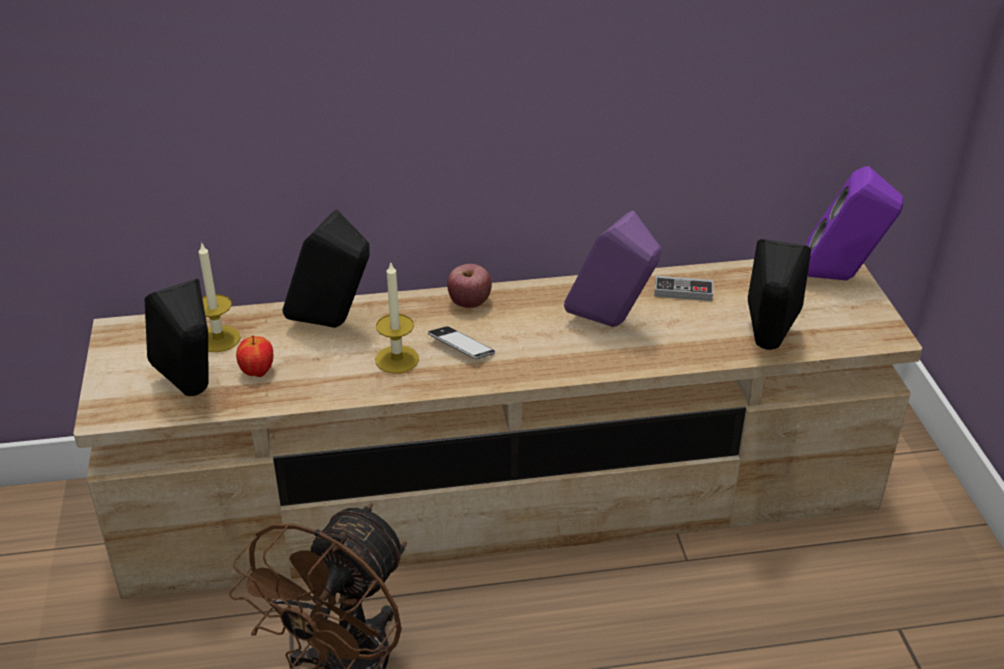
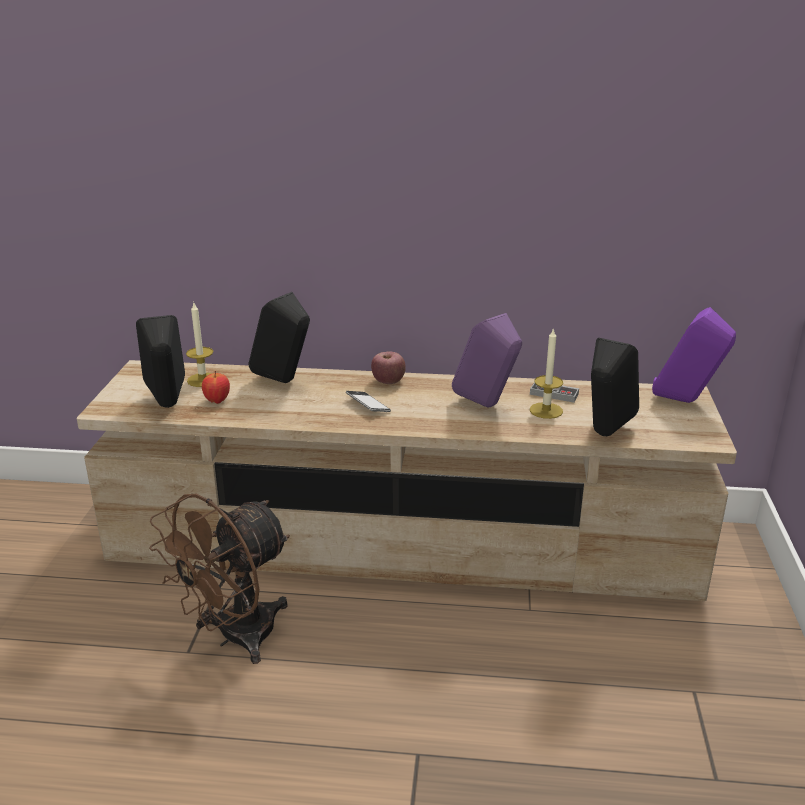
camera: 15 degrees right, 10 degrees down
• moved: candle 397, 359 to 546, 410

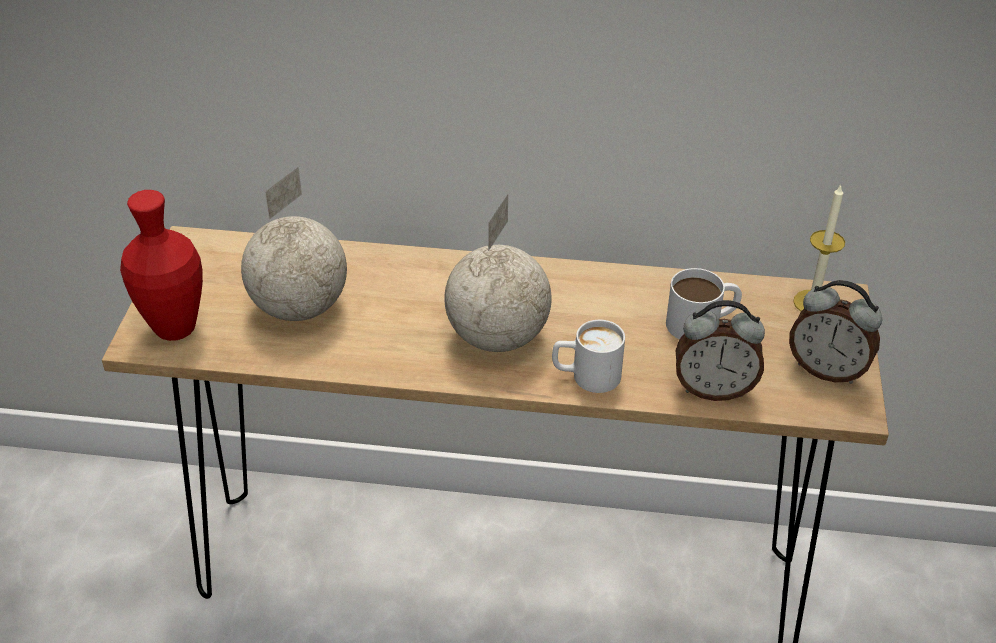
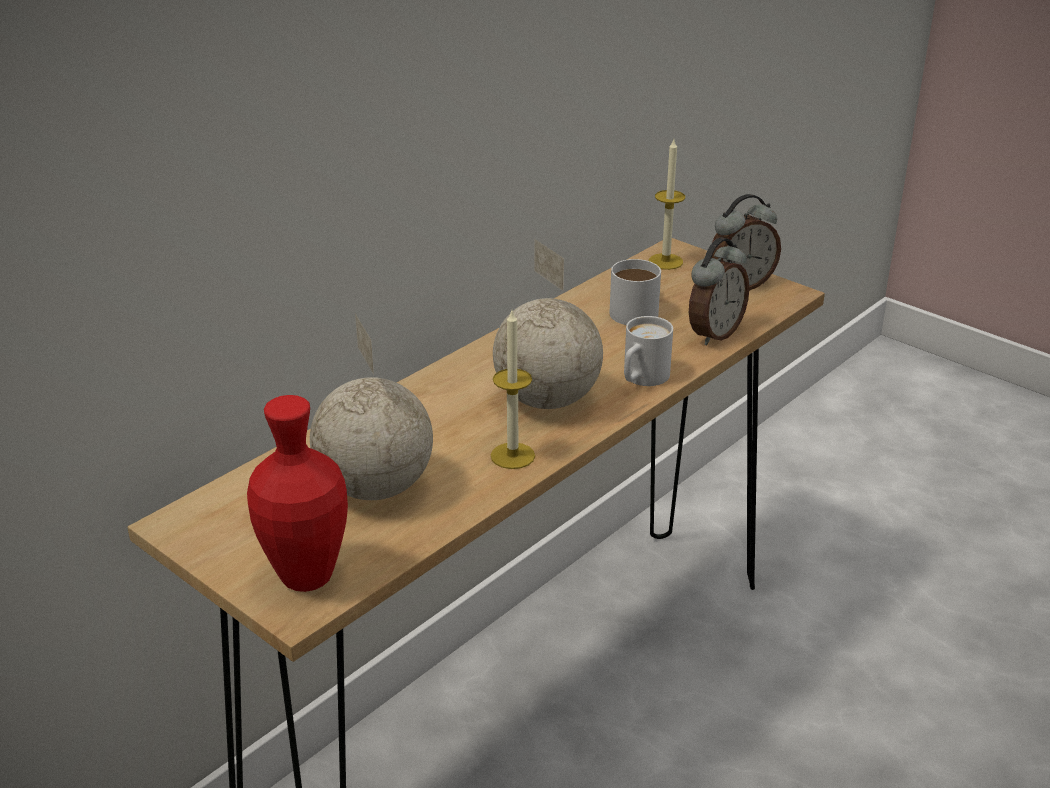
camera: 55 degrees left, 10 degrees down
• added: candle 512, 456

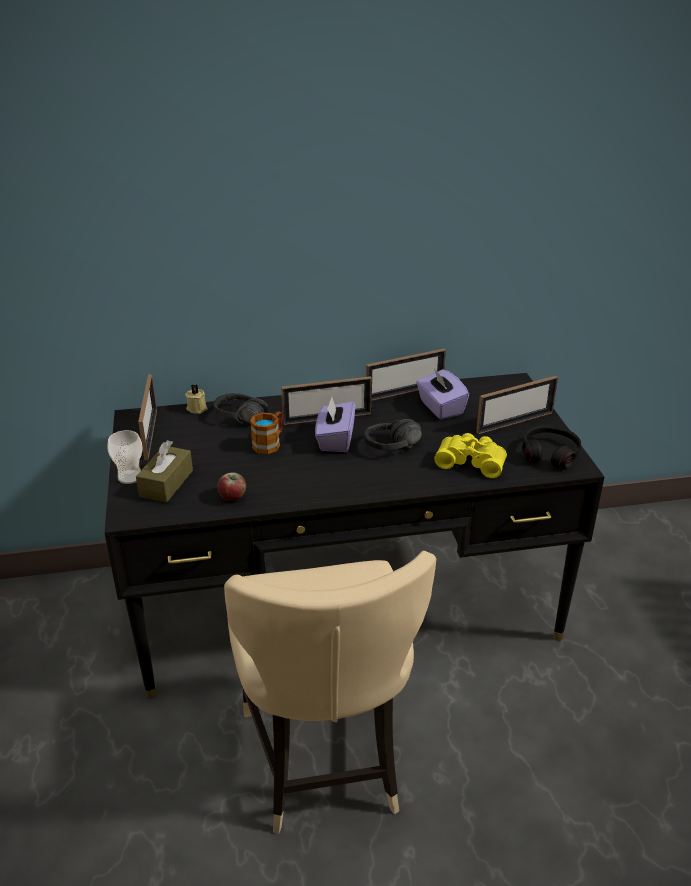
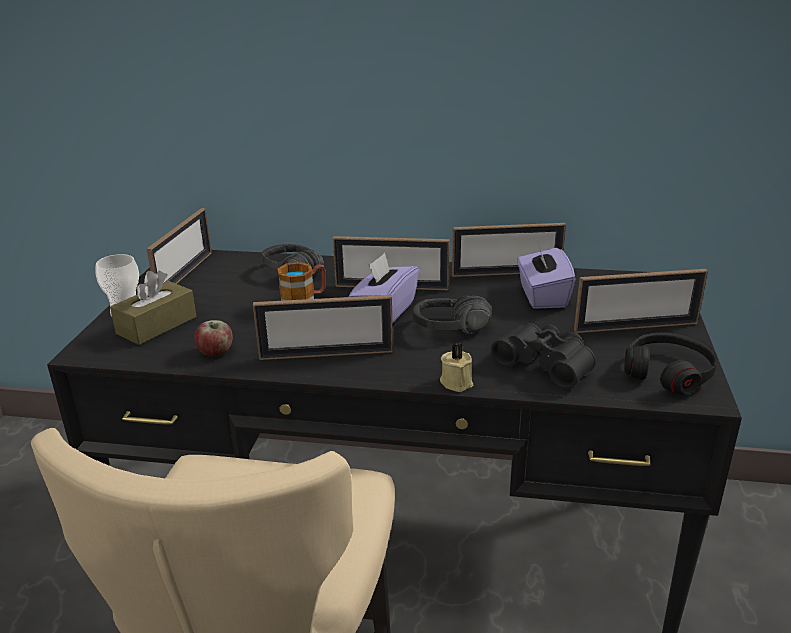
camera: 20 degrees right, 5 degrees down
• added: picture frame 326, 354
• moved: candle/beige 197, 408 to 457, 382
• recoloured: binoculars/yellow 471, 461 to binoculars/black 546, 364

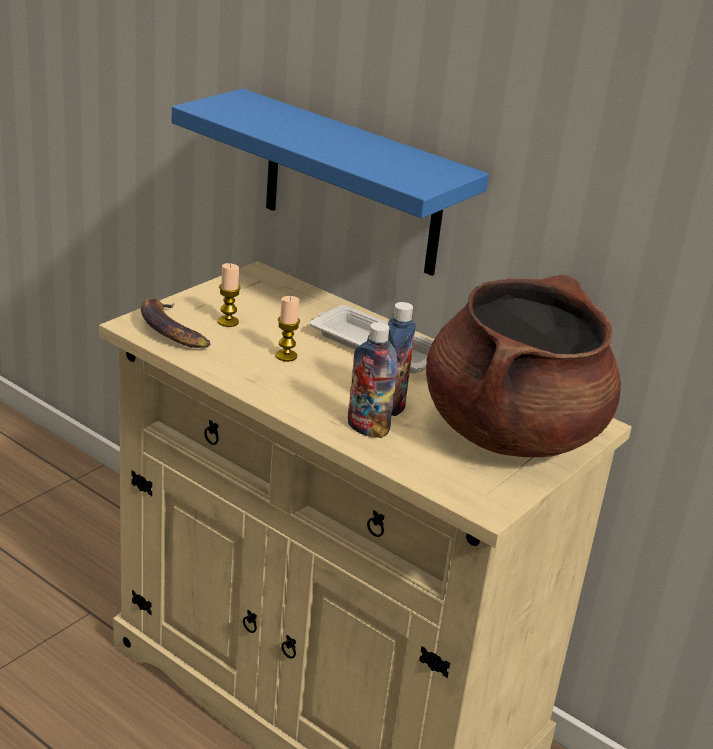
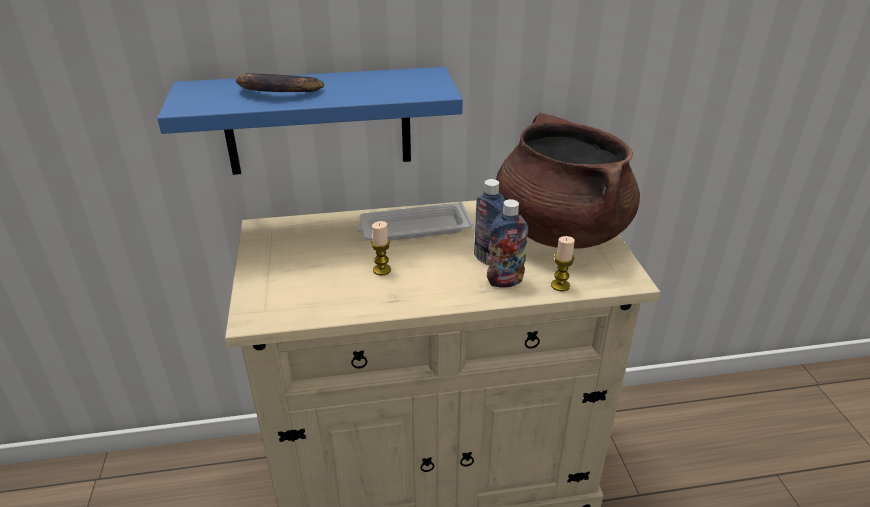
camera: 45 degrees left, 5 degrees up
• moved: banana 171, 331 to 277, 92
• moved: candle 228, 322 to 560, 285

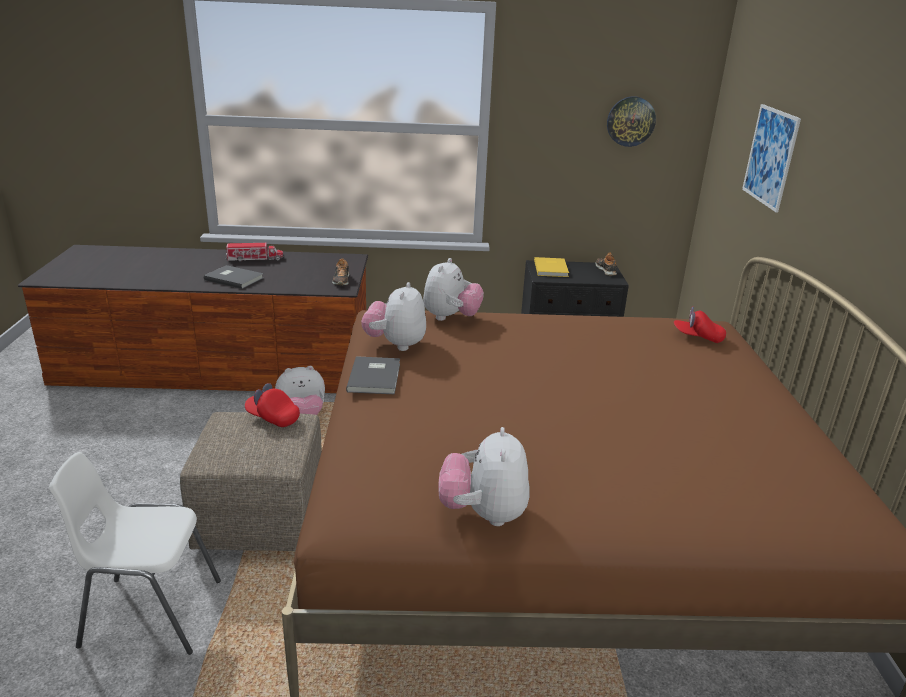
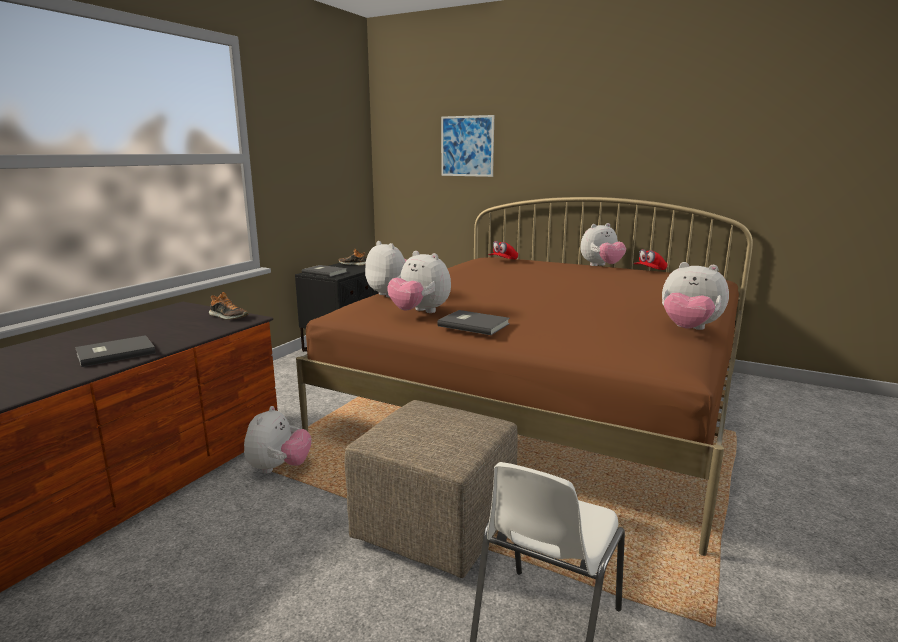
camera: 60 degrees left, 10 degrees down
• recoloured: book/yellow 552, 268 to book/grey 325, 272
• added: plush toy 601, 266
• moved: cap/red 273, 418 to 649, 271
• removed: toy truck 255, 259
• removed: wall clock 630, 121

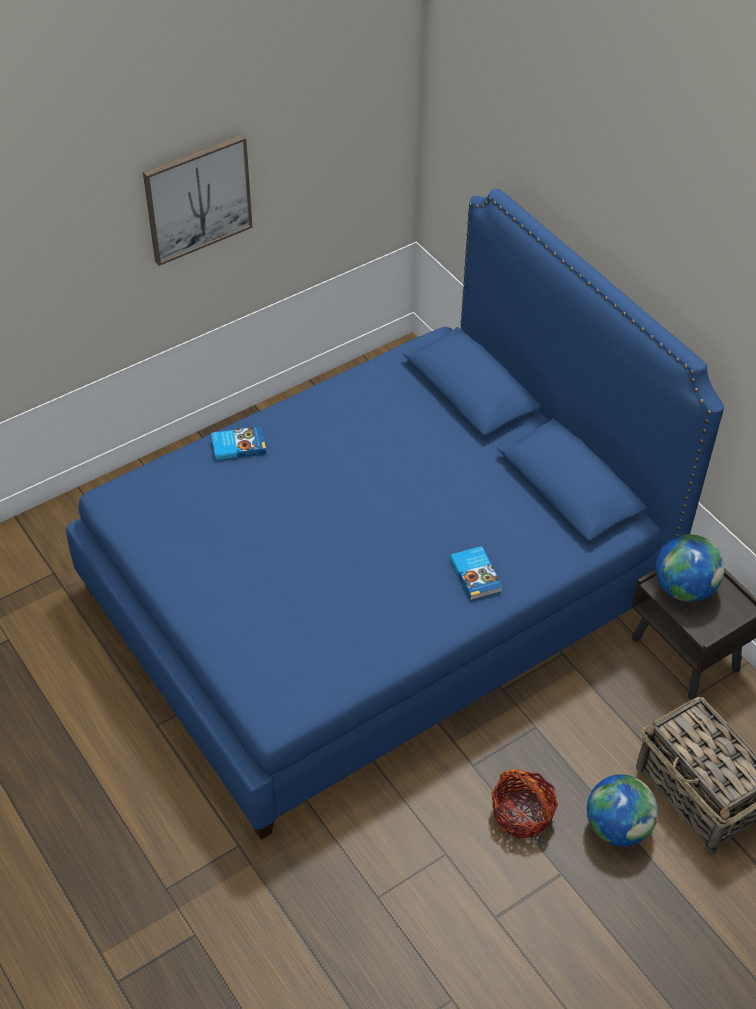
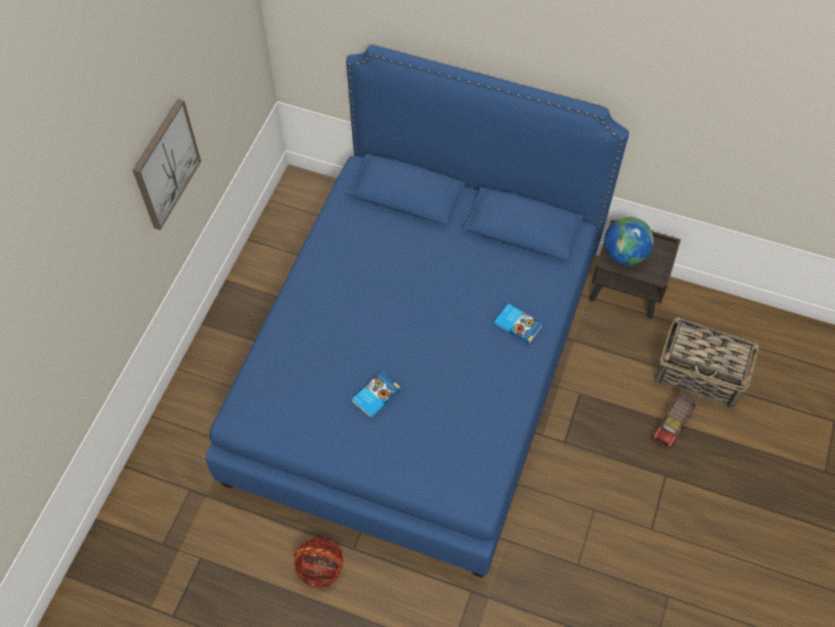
camera: 35 degrees left, 10 degrees up
• moved: basket 522, 814 to 320, 567
• moved: book 238, 445 to 375, 395
• replaced: globe 617, 827 to toy truck 672, 426

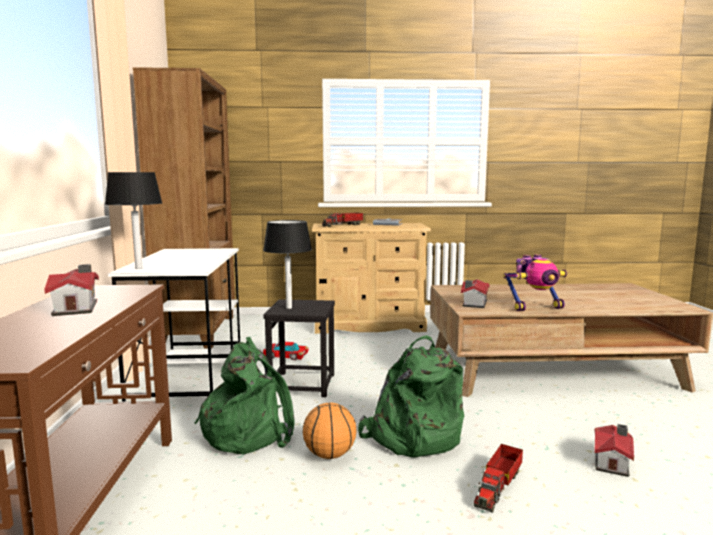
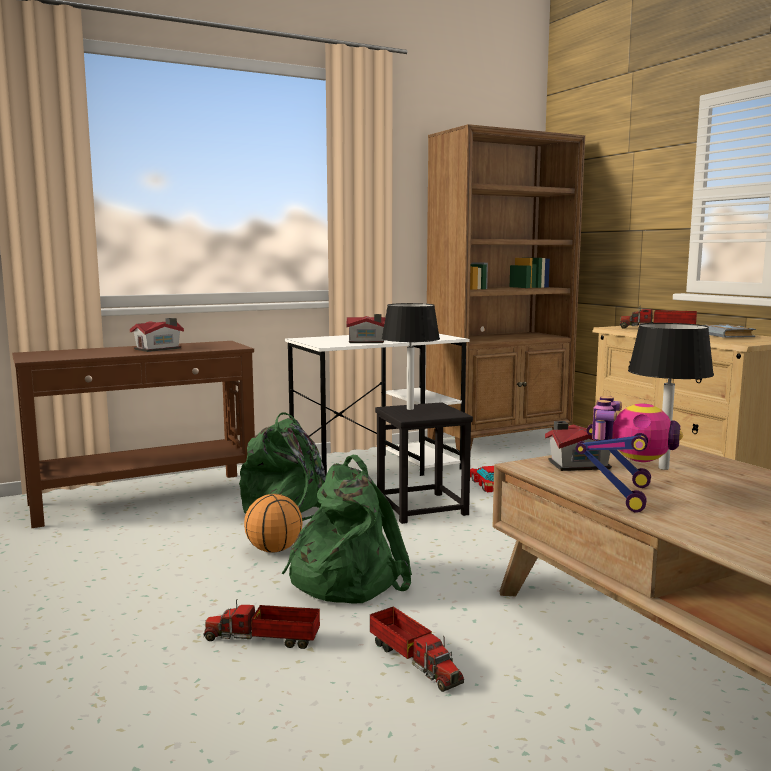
camera: 65 degrees right, 0 degrees up
• moved: toy house 612, 462 to 367, 341
• added: toy truck 413, 660
• turned: toy robot 535, 307 = 624, 496 120 degrees counterclockwise
• moved: table lamp/black 138, 268 to 663, 468

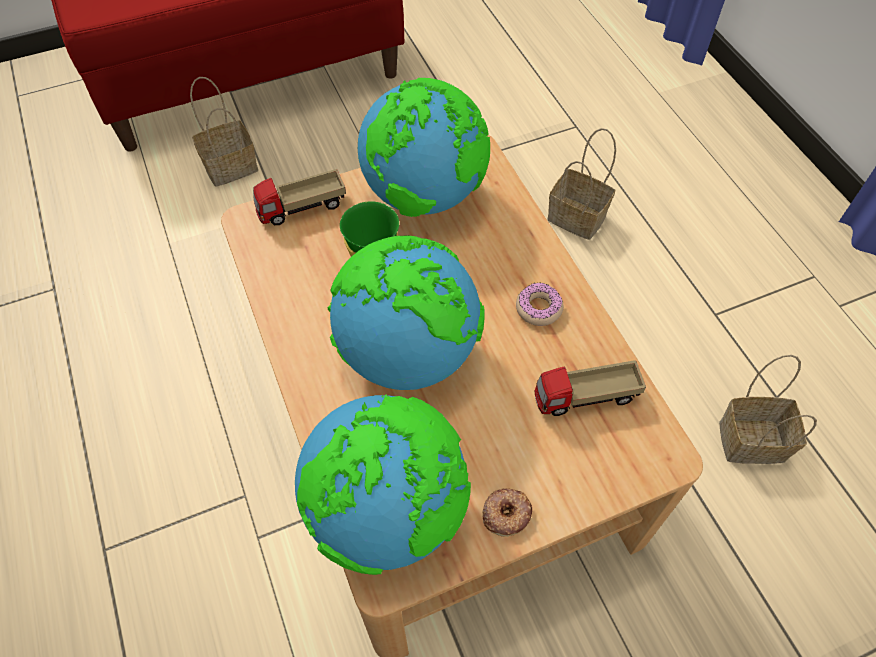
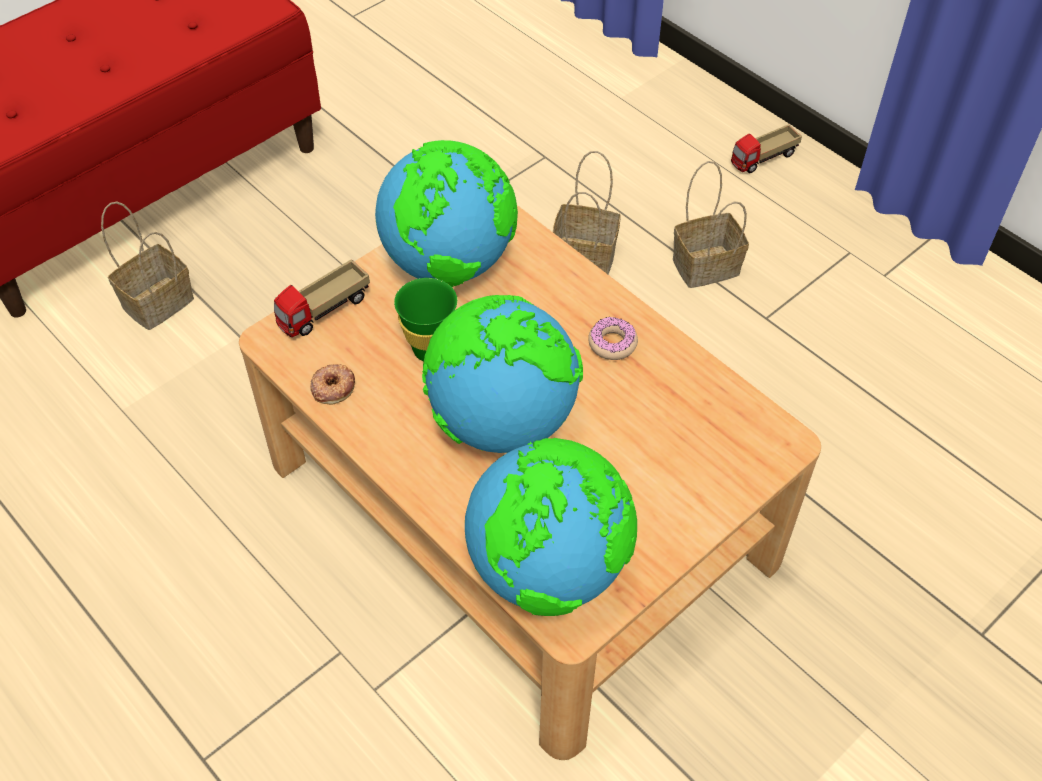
camera: 20 degrees left, 5 degrees down
• moved: donut 506, 513 to 332, 387
• moved: basket 753, 440 to 707, 265
• moved: toy truck 585, 398 to 763, 159

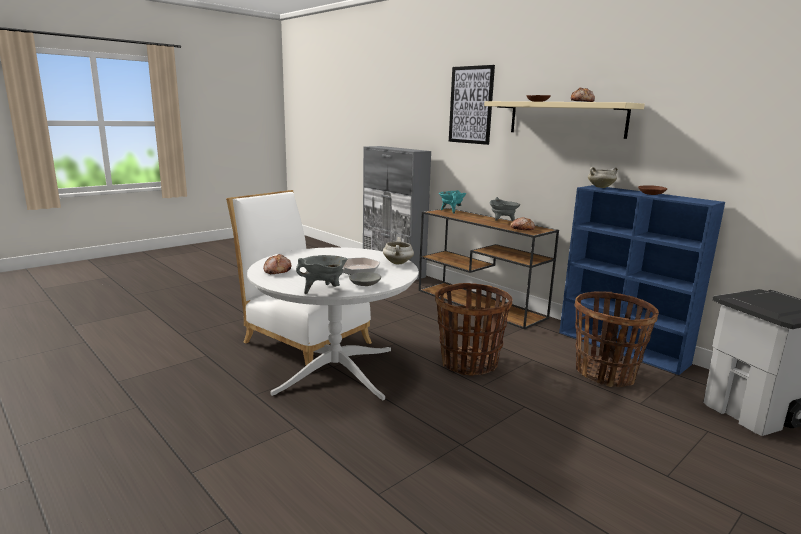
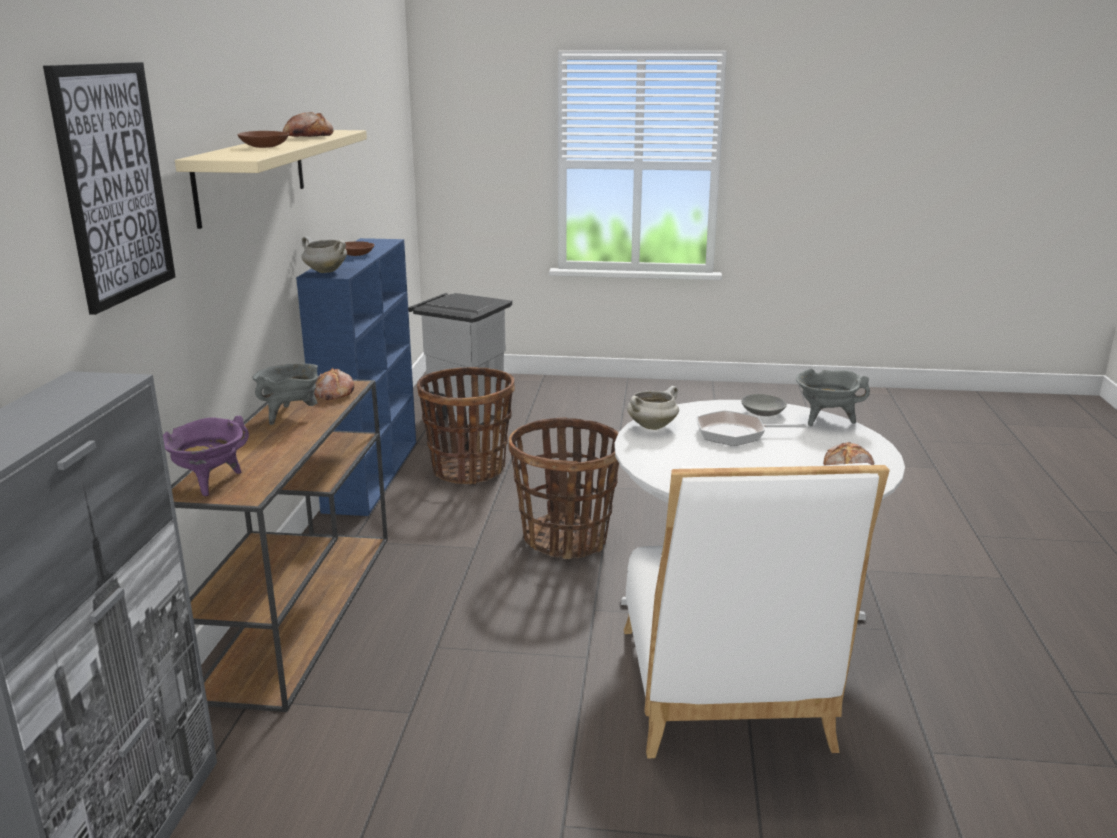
camera: 130 degrees left, 5 degrees up
• recoloured: cooking pot/turquoise 451, 211 to cooking pot/purple 209, 483

